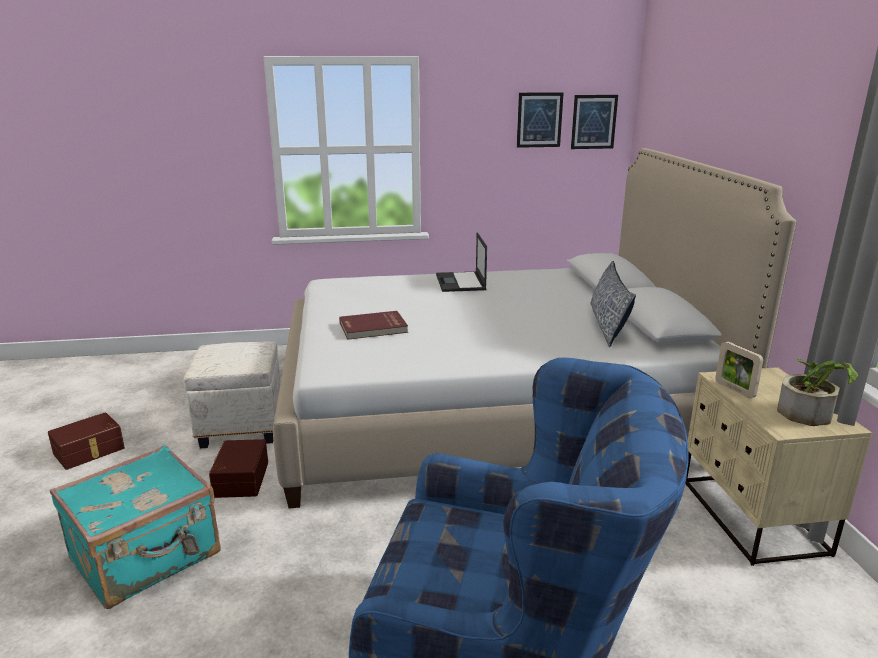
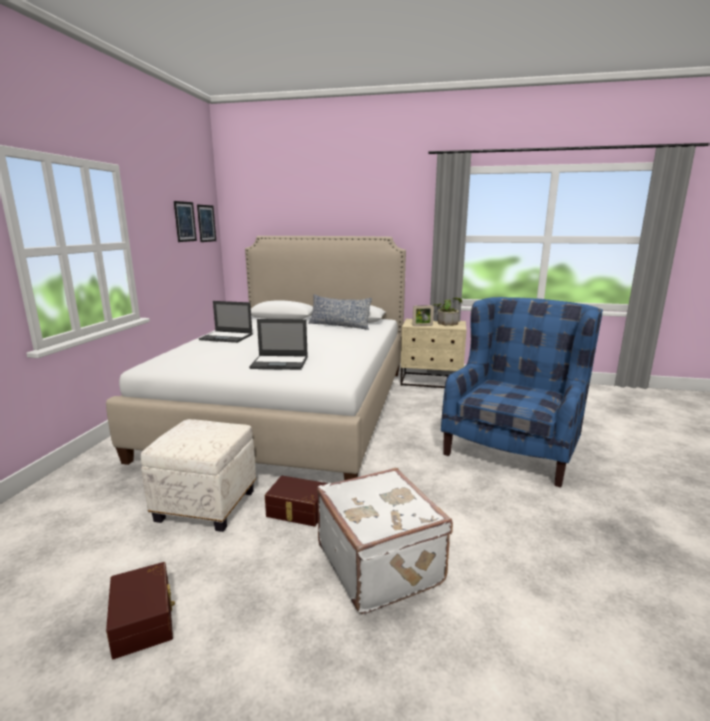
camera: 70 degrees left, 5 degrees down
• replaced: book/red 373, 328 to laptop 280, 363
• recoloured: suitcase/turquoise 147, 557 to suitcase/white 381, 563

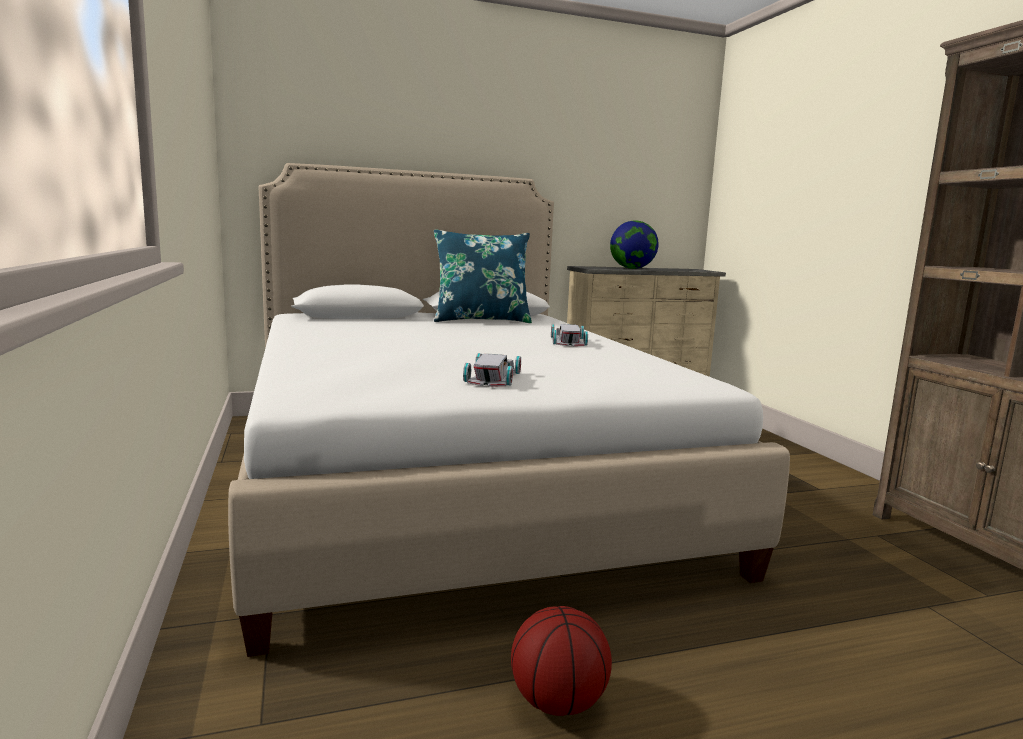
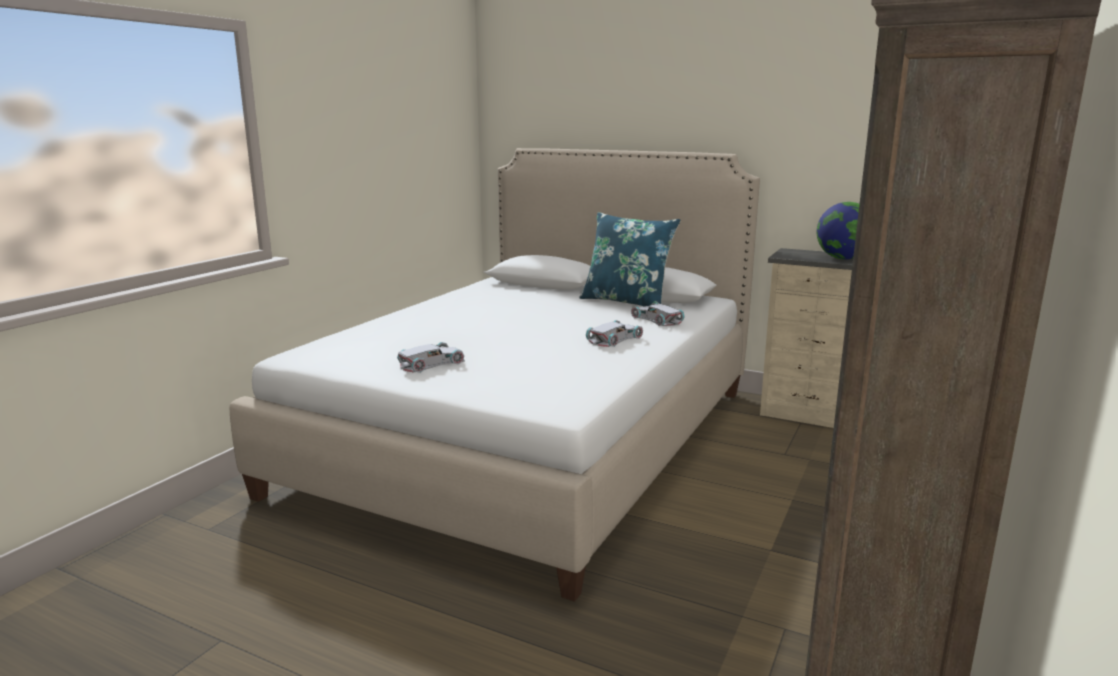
camera: 45 degrees right, 5 degrees up
• added: toy car/white 657, 319
• removed: basketball 558, 702

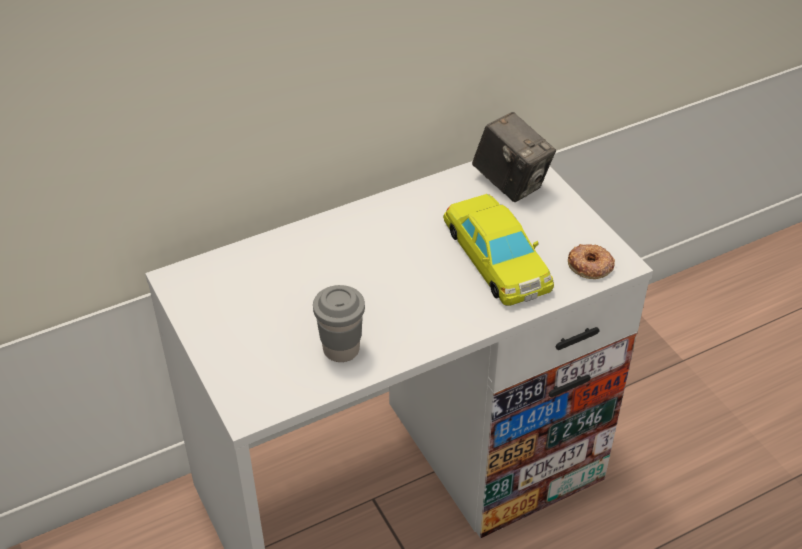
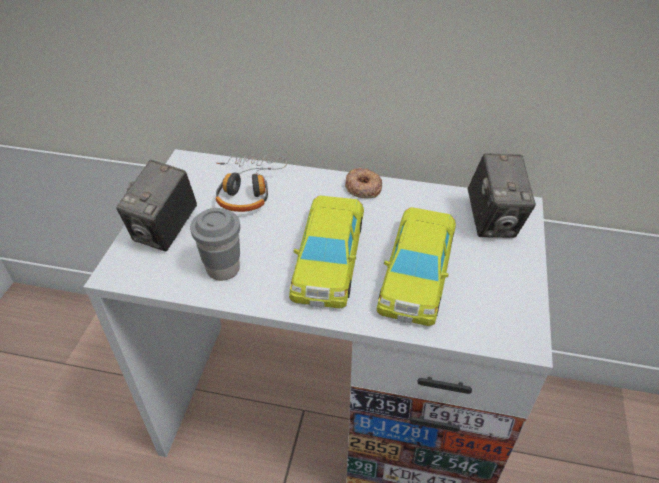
camera: 40 degrees right, 0 degrees up
• added: photo camera 165, 231
• added: headphones 247, 189
• added: toy car/yellow 328, 257
• moved: donut 590, 265 to 363, 187

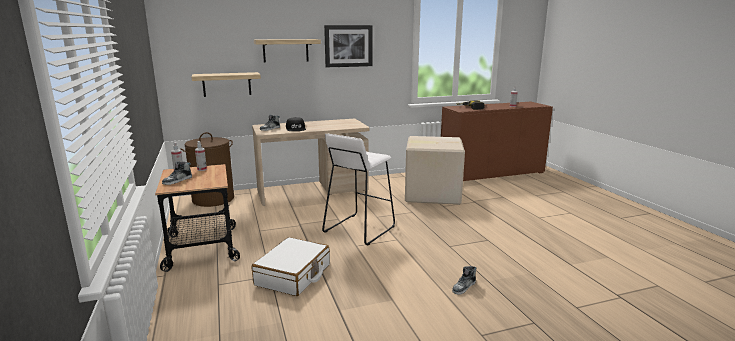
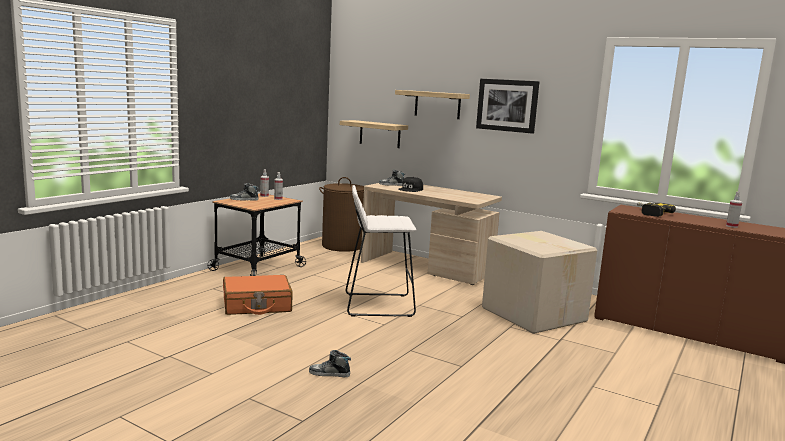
camera: 50 degrees right, 5 degrees down
• recoloured: suitcase/white 293, 275 to suitcase/orange 257, 305

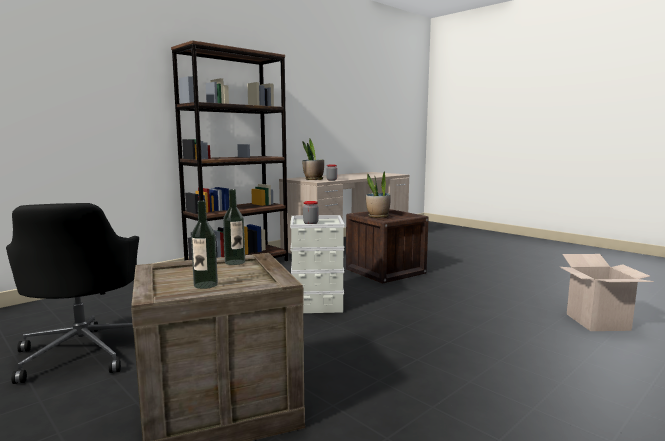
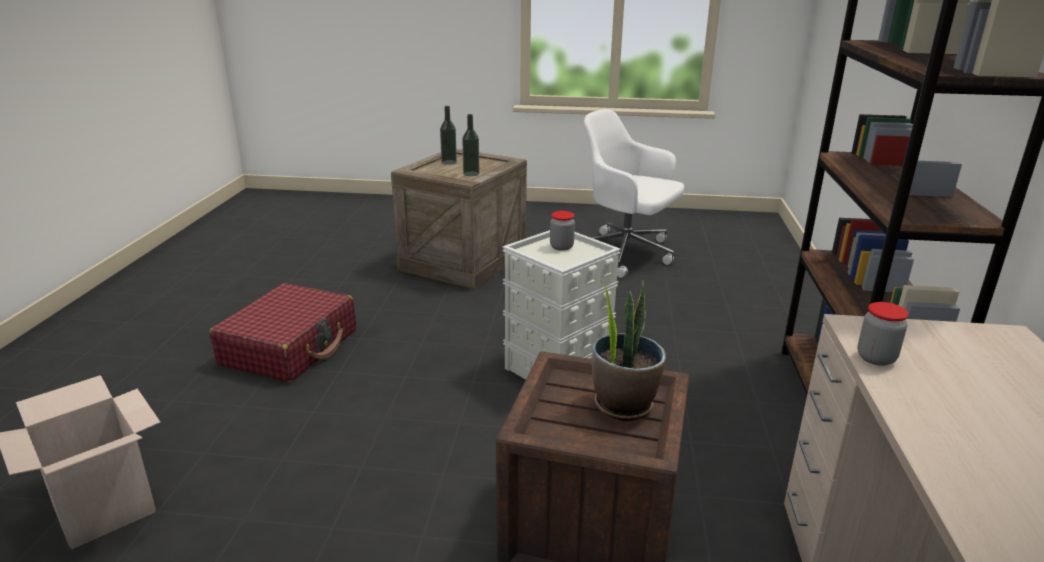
camera: 140 degrees right, 15 degrees up
• added: suitcase/red 290, 347
• recoloured: office chair/black 84, 351 to office chair/white 626, 253
• removed: potted plant 313, 179

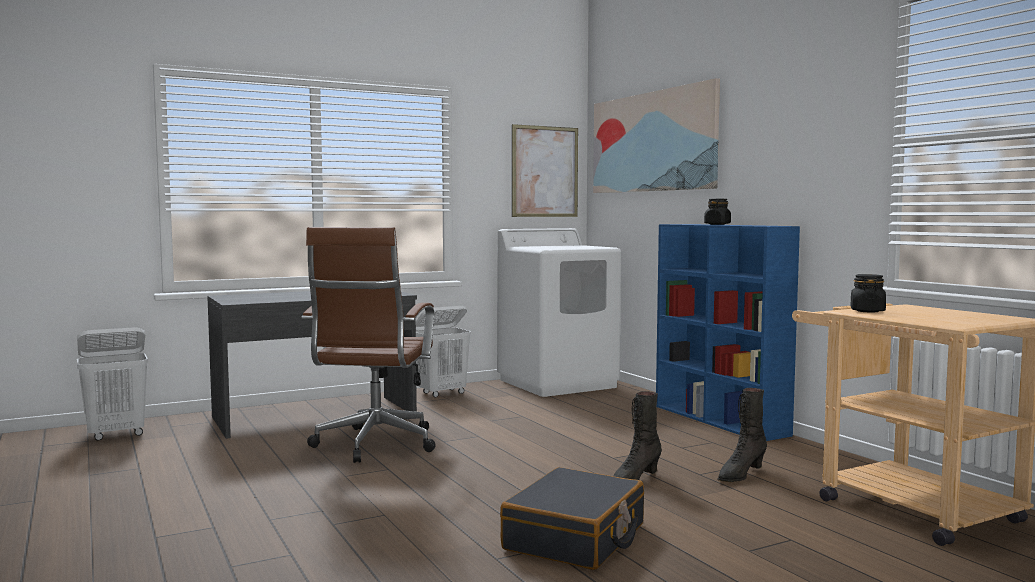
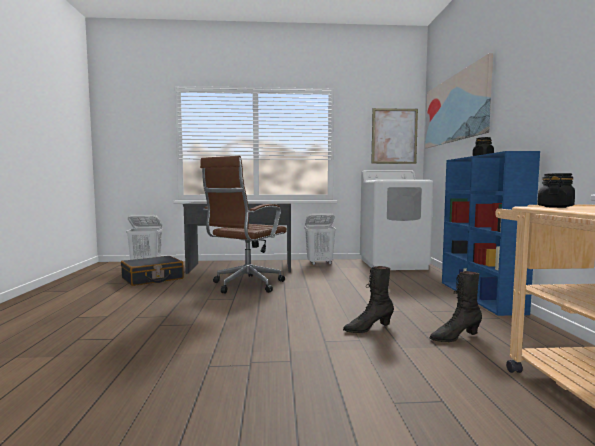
camera: 25 degrees right, 0 degrees up
• moved: suitcase/black 575, 537 to 152, 279

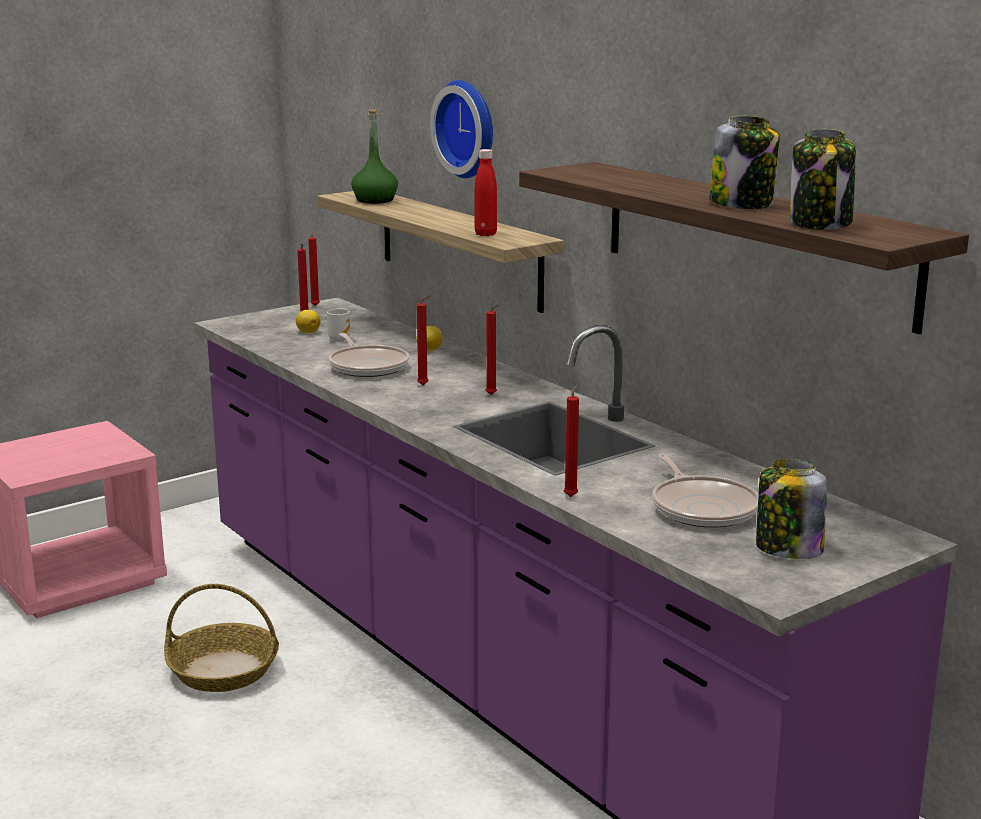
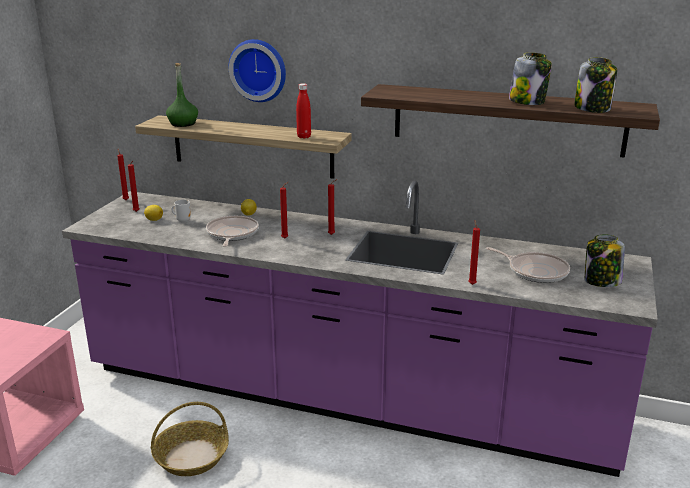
camera: 35 degrees left, 5 degrees up
• turned: frying pan 368, 366 = 231, 234 120 degrees counterclockwise

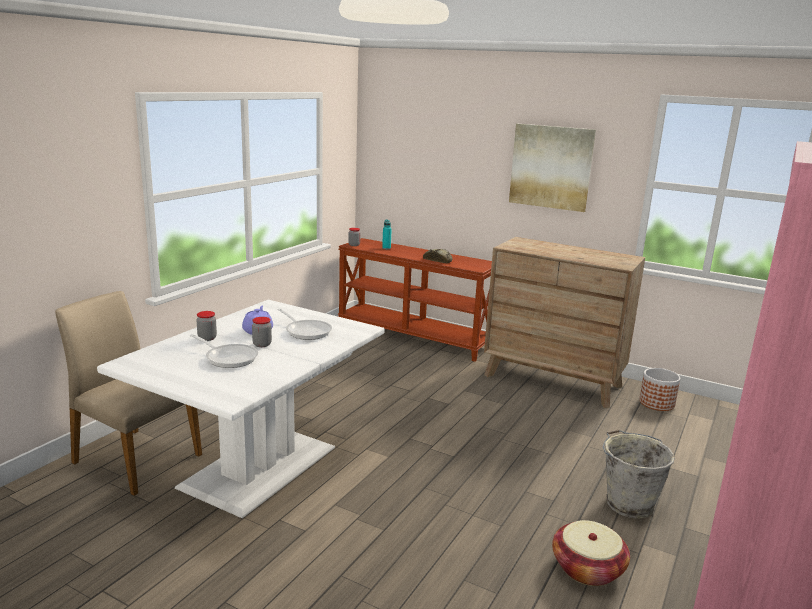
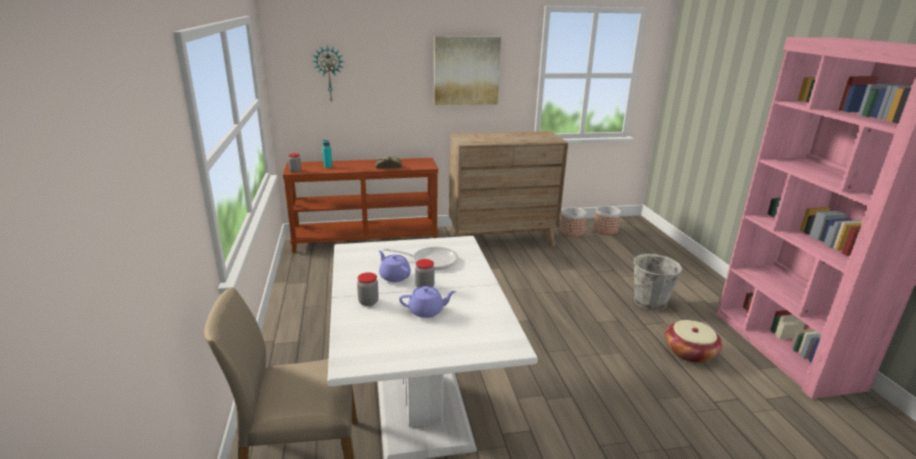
camera: 40 degrees left, 5 degrees up
• added: wall clock 329, 74
• replaced: frying pan 229, 358 to teapot/purple 427, 311
• added: planter 605, 230

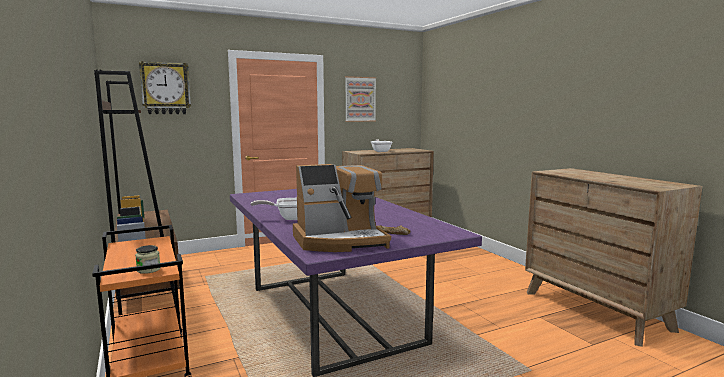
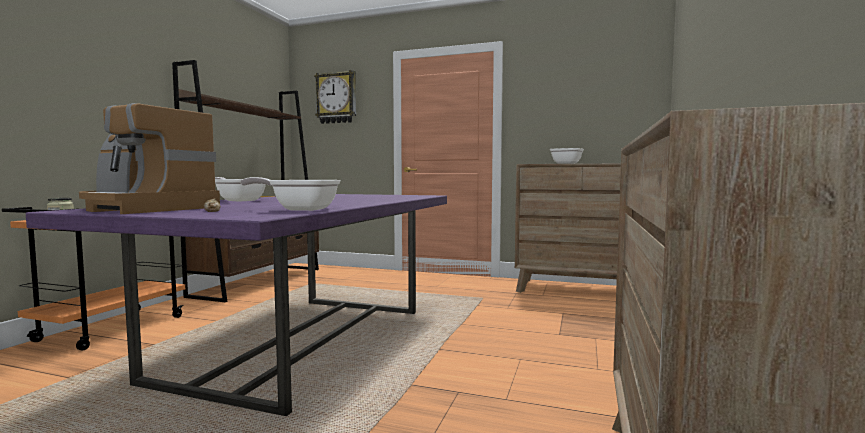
camera: 45 degrees right, 5 degrees down
• added: frying pan 299, 209
• removed: picture 360, 99

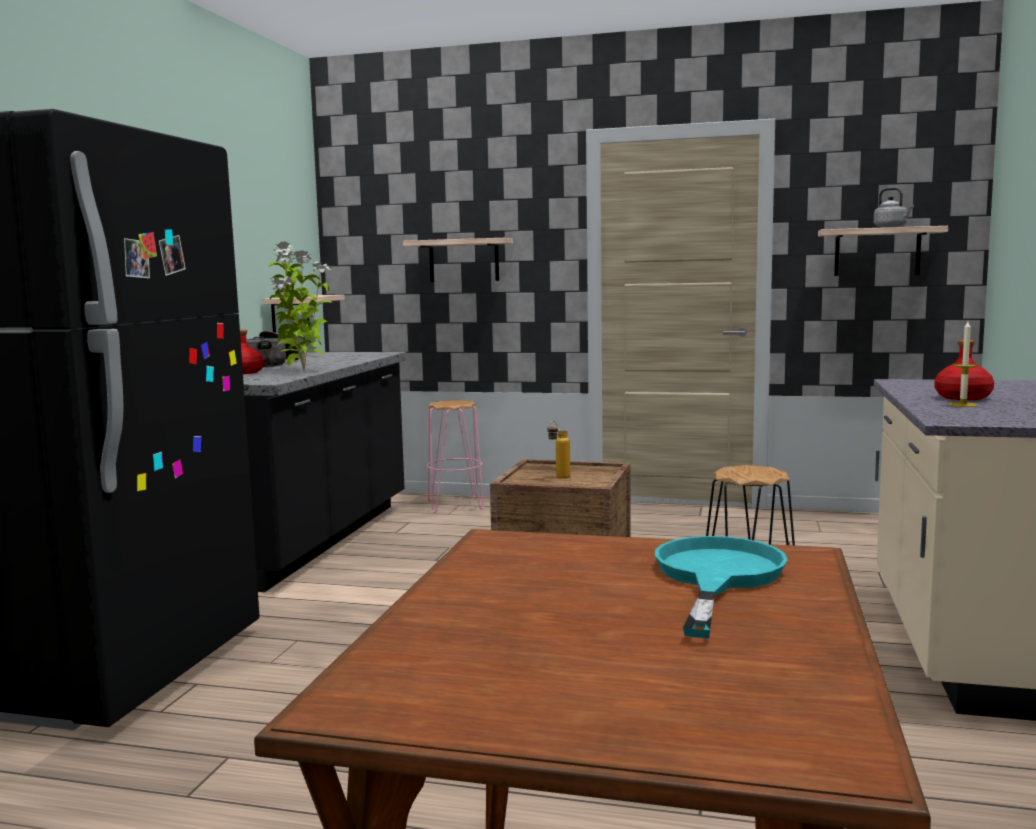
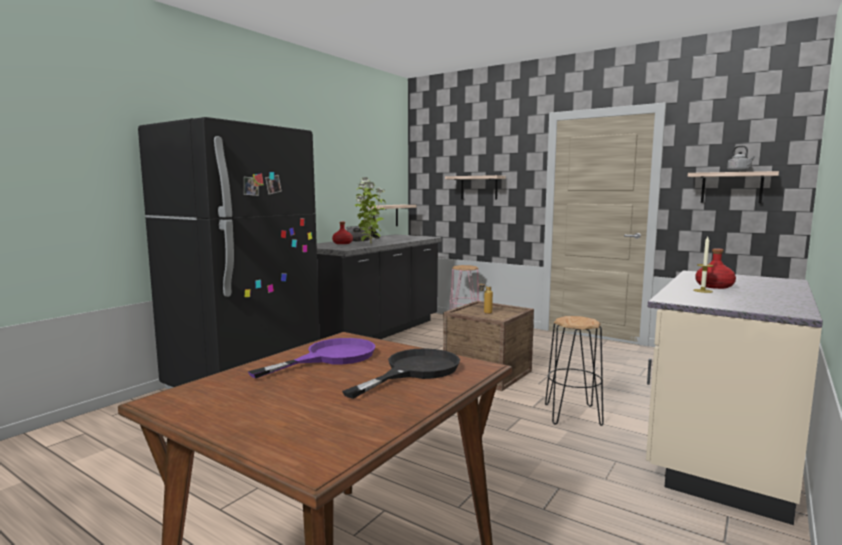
camera: 20 degrees right, 0 degrees up
• added: frying pan/purple 330, 357
• recoloured: frying pan/turquoise 716, 577 to frying pan/black 414, 371

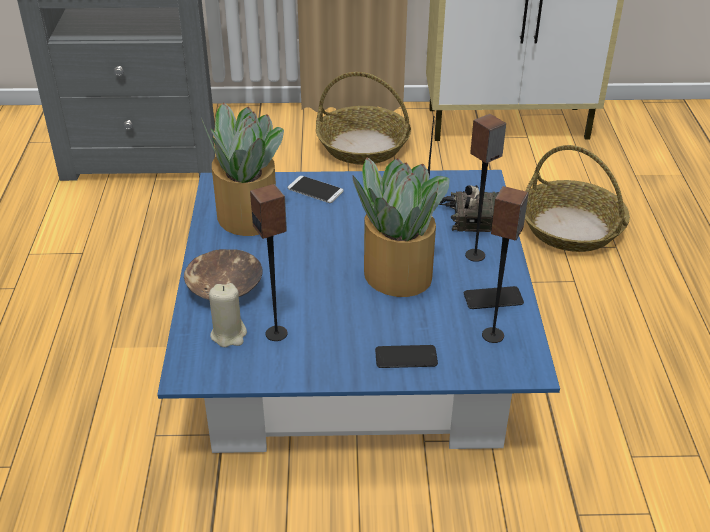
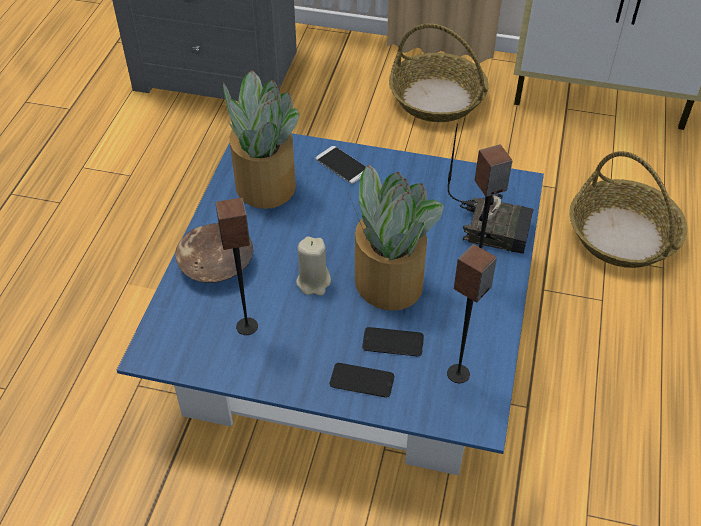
camera: 15 degrees right, 10 degrees up
• moved: candle/beige 229, 334 to 314, 282
• moved: phone 493, 299 to 393, 342

